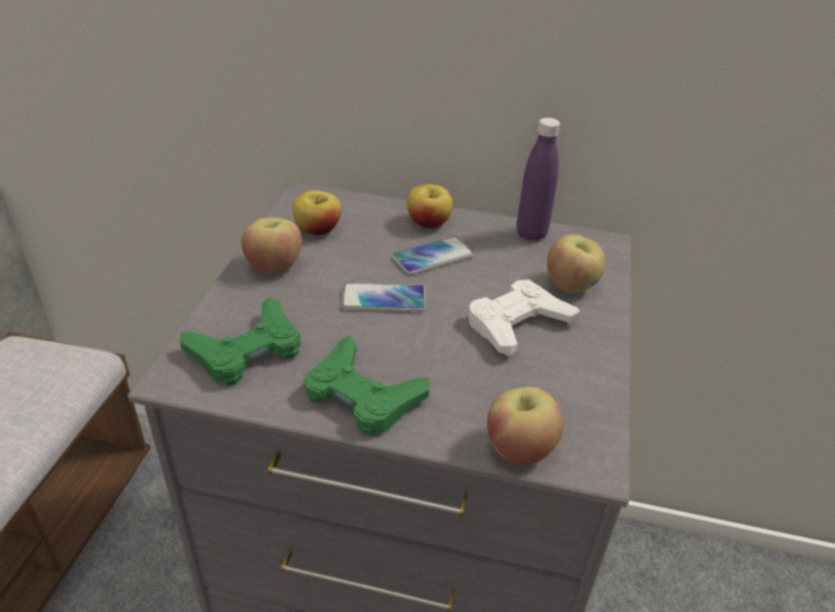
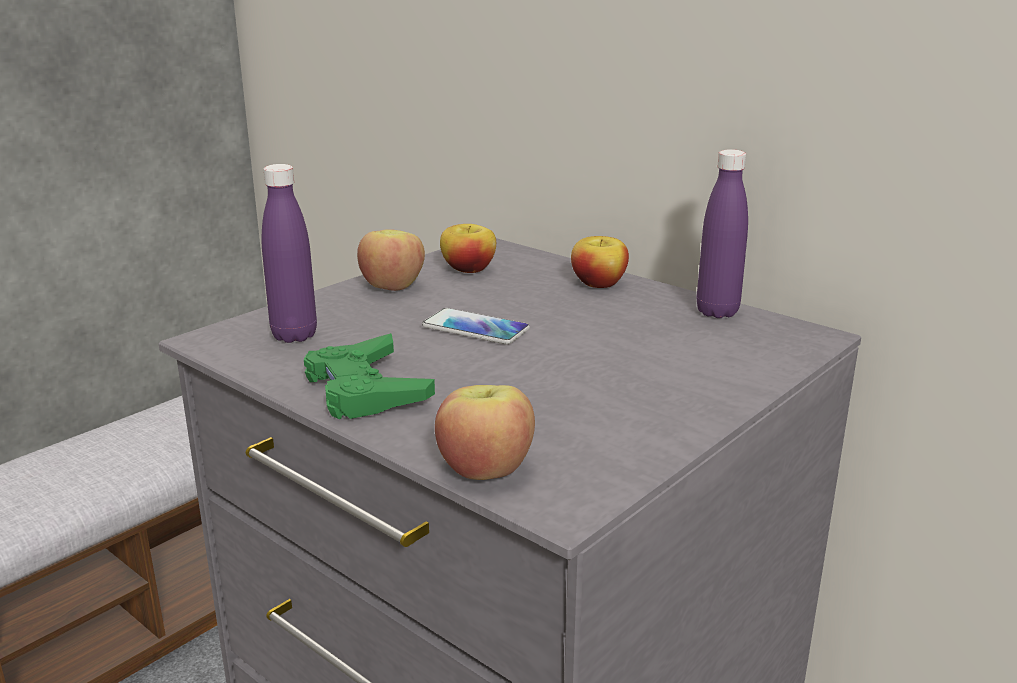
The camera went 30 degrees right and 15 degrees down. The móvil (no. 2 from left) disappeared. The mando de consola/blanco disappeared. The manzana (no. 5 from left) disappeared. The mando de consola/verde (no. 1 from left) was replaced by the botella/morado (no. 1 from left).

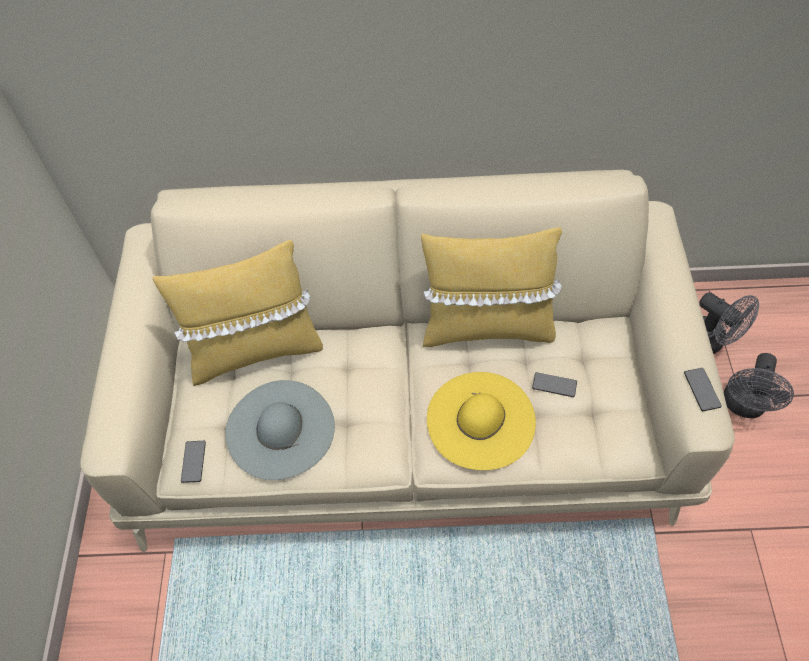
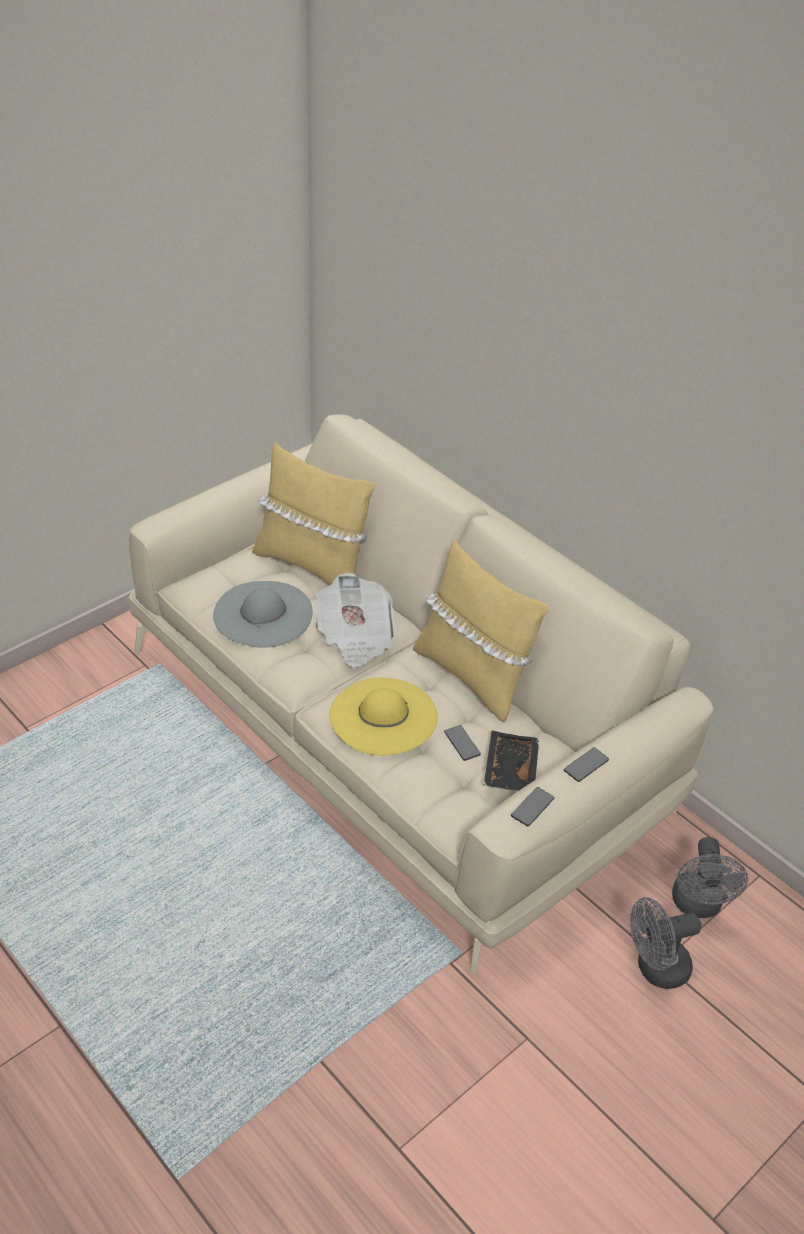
The camera went 45 degrees right and 15 degrees down. The periódico appeared. The bandeja/negro appeared. The móvil (no. 1 from left in the first image) moved.

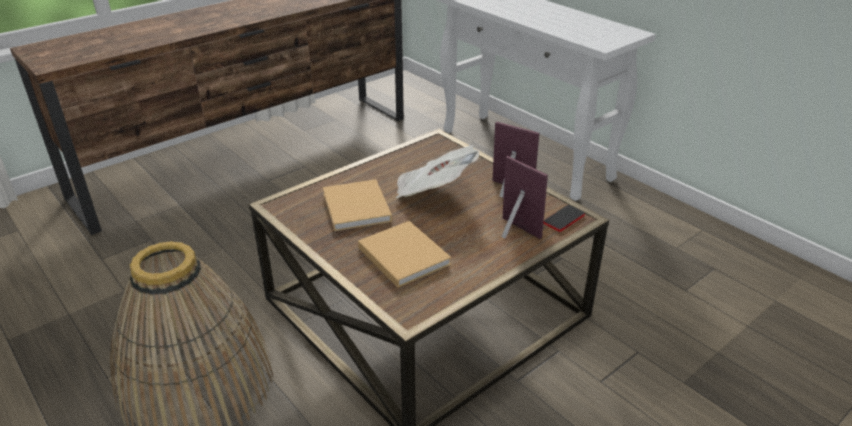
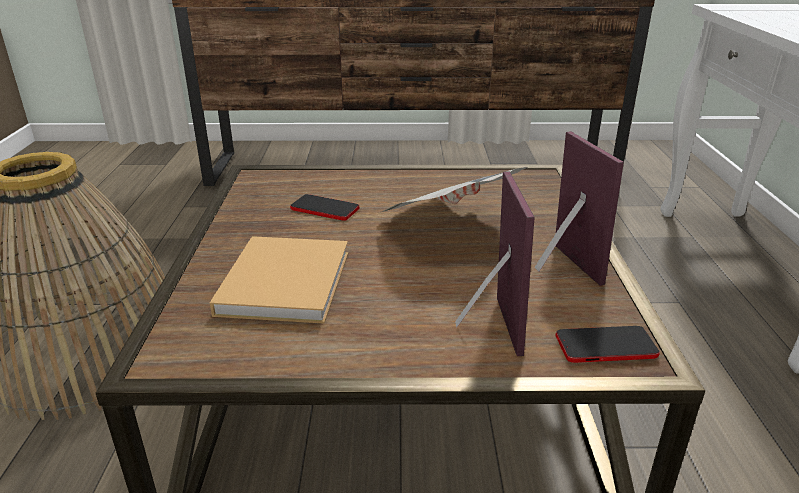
The camera went 40 degrees right and 5 degrees down. The libro/beis (no. 1 from left) was replaced by the móvil (no. 1 from left).

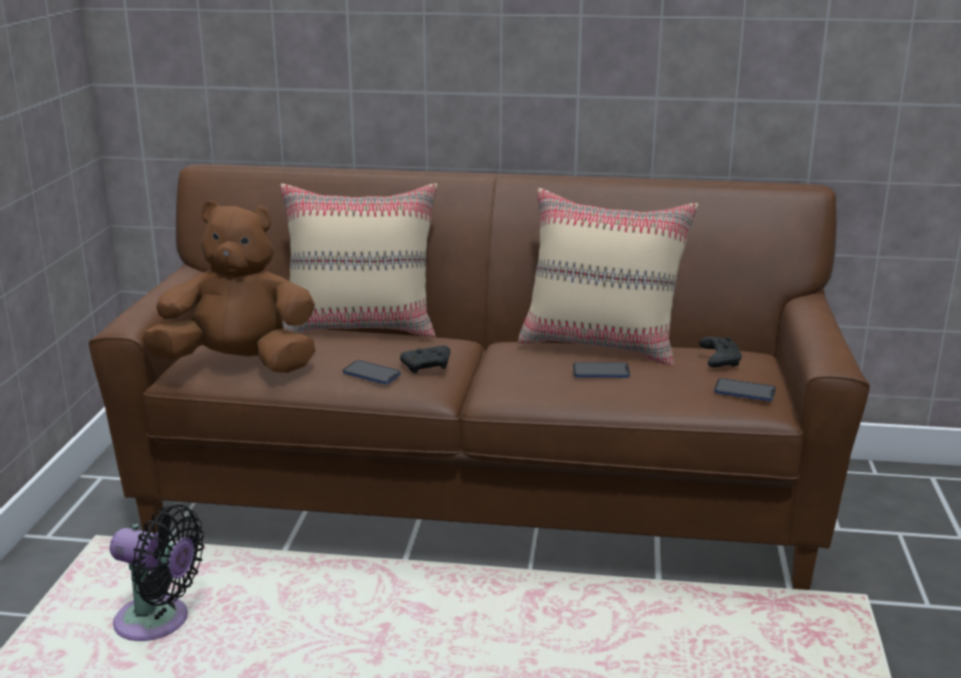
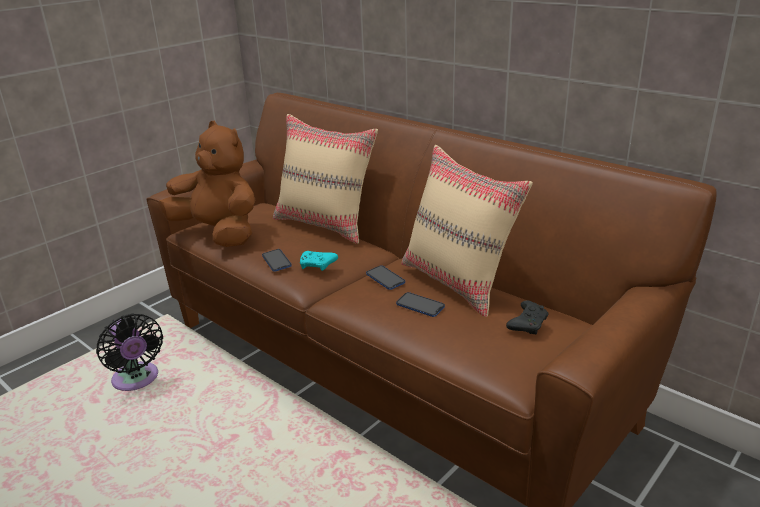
The camera went 35 degrees right and 5 degrees up. The móvil (no. 3 from left in the first image) moved. The mando de consola/negro (no. 1 from left) became the mando de consola/turquesa.

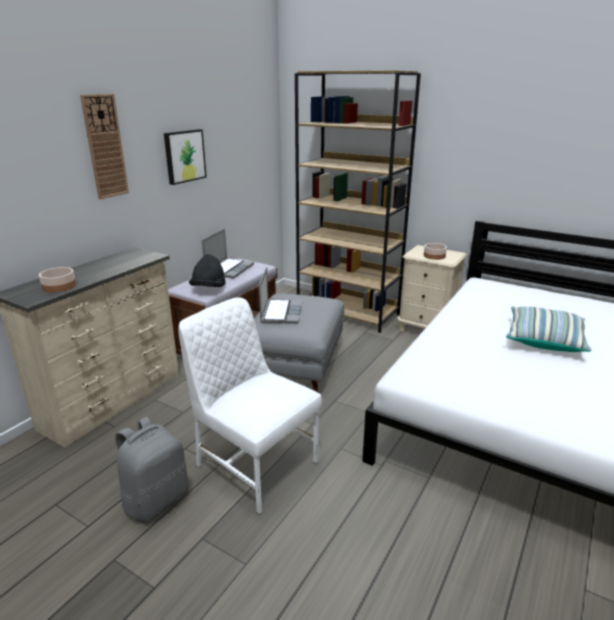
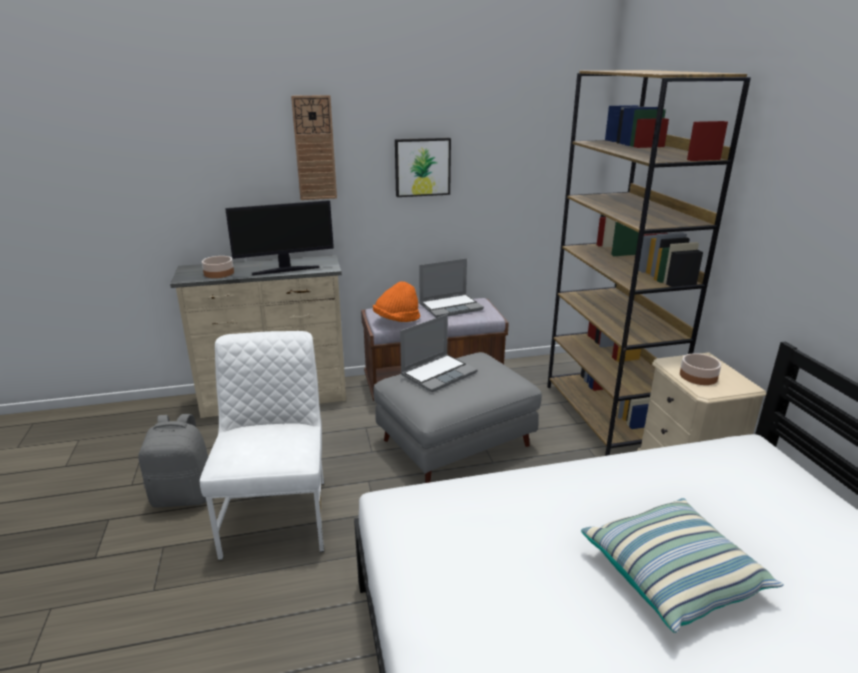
The camera went 45 degrees right and 0 degrees up. The monitor appeared. The sombrero/negro became the sombrero/naranja.

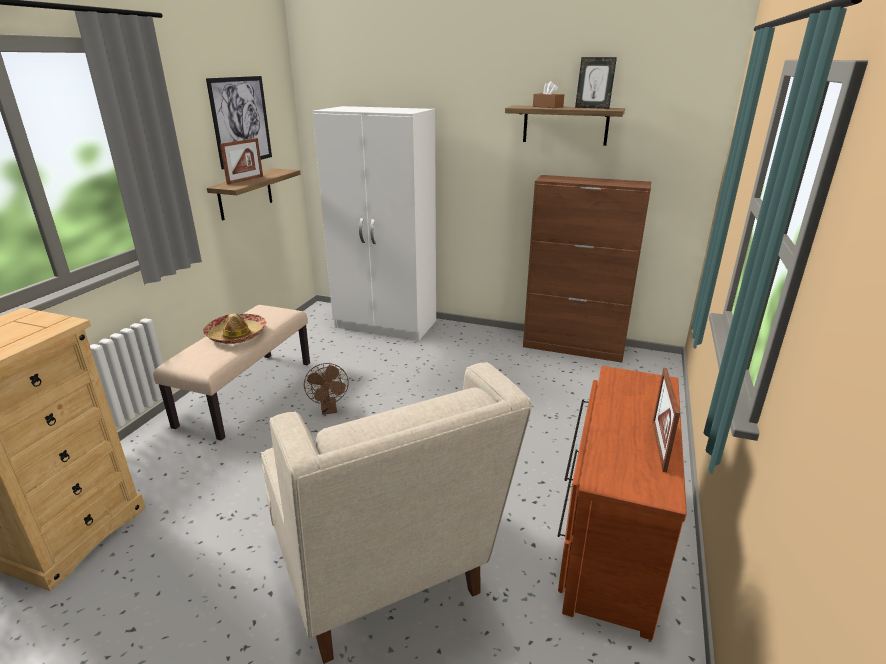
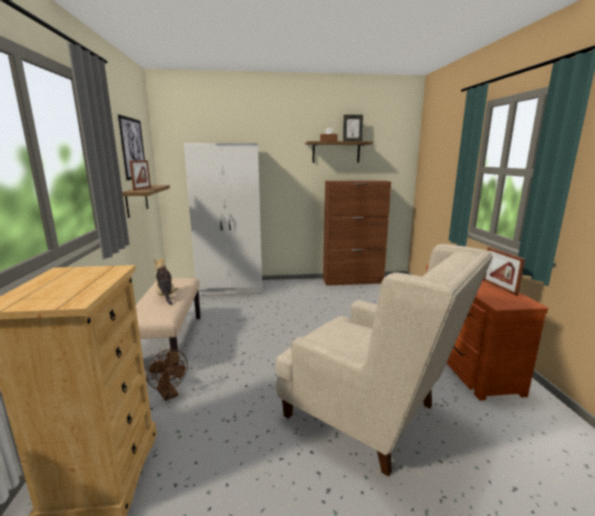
The camera went 25 degrees left and 10 degrees down. The ventilador/marrón moved. The sombrero was replaced by the peluche.

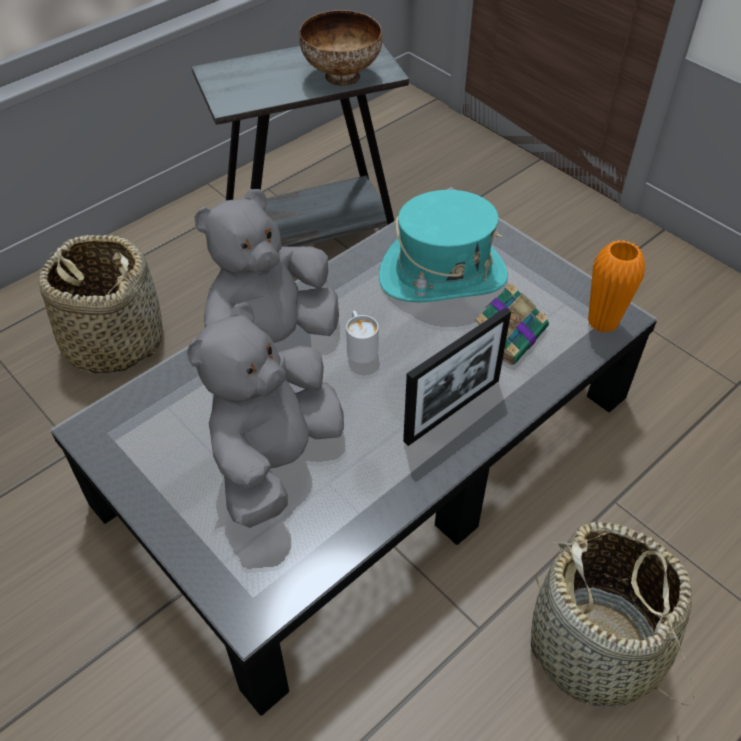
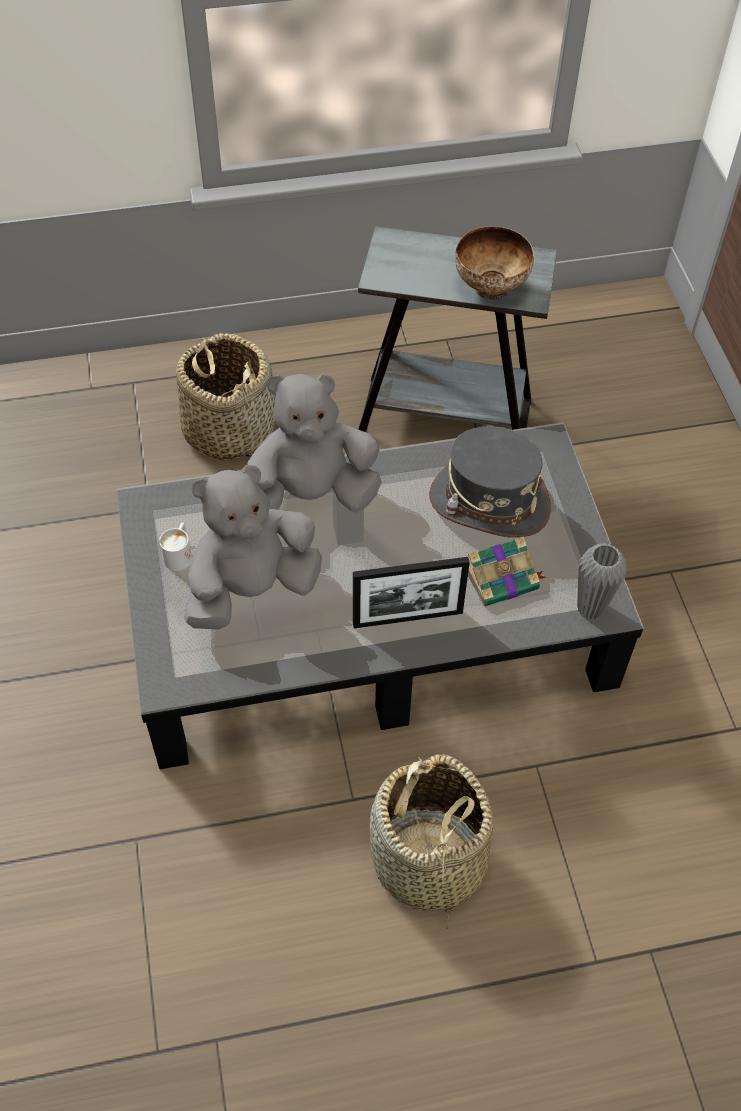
The camera went 30 degrees right and 5 degrees up. The taza grande/blanco moved. The sombrero/turquesa became the sombrero/gris. The florero/naranja became the florero/gris.

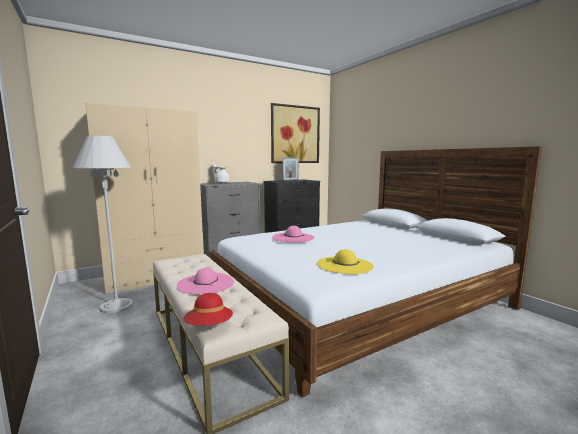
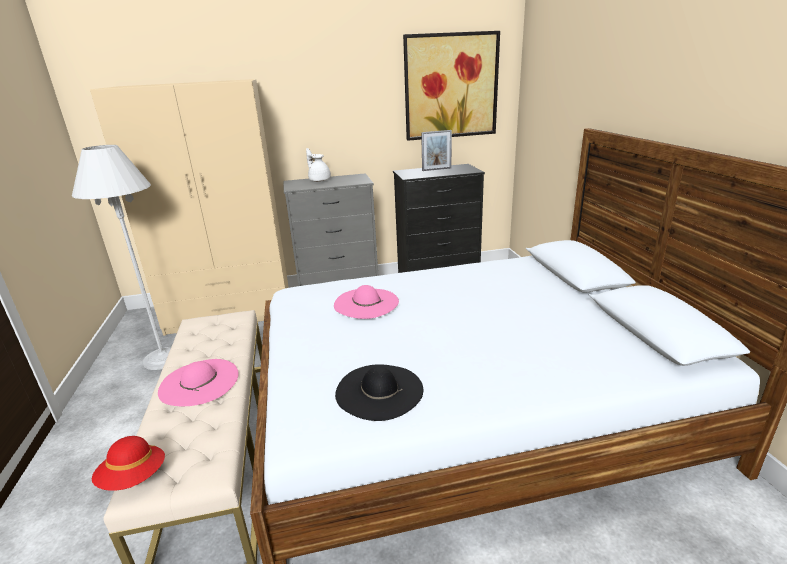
The camera went 20 degrees right and 15 degrees up. The sombrero/amarillo became the sombrero/negro.

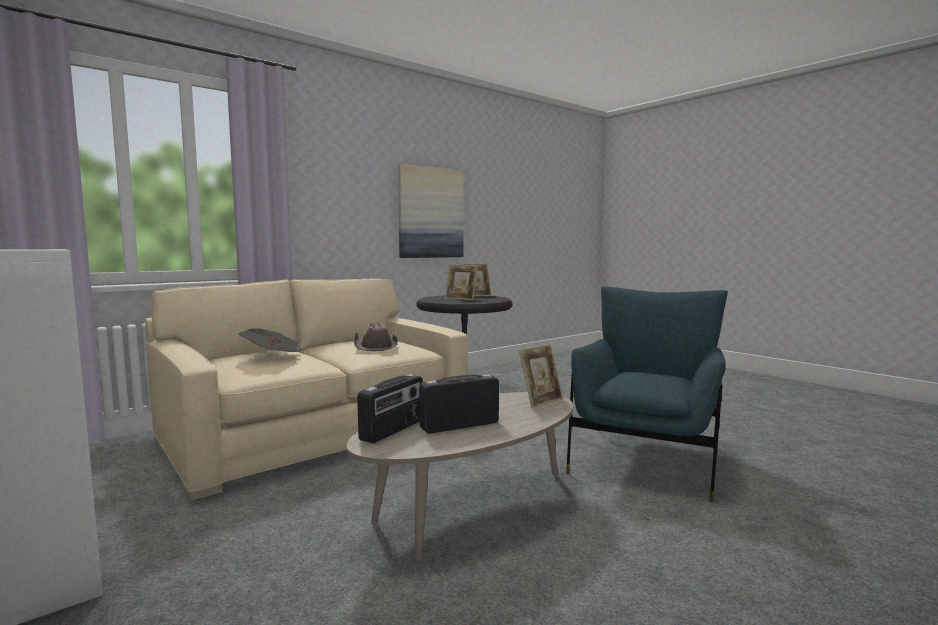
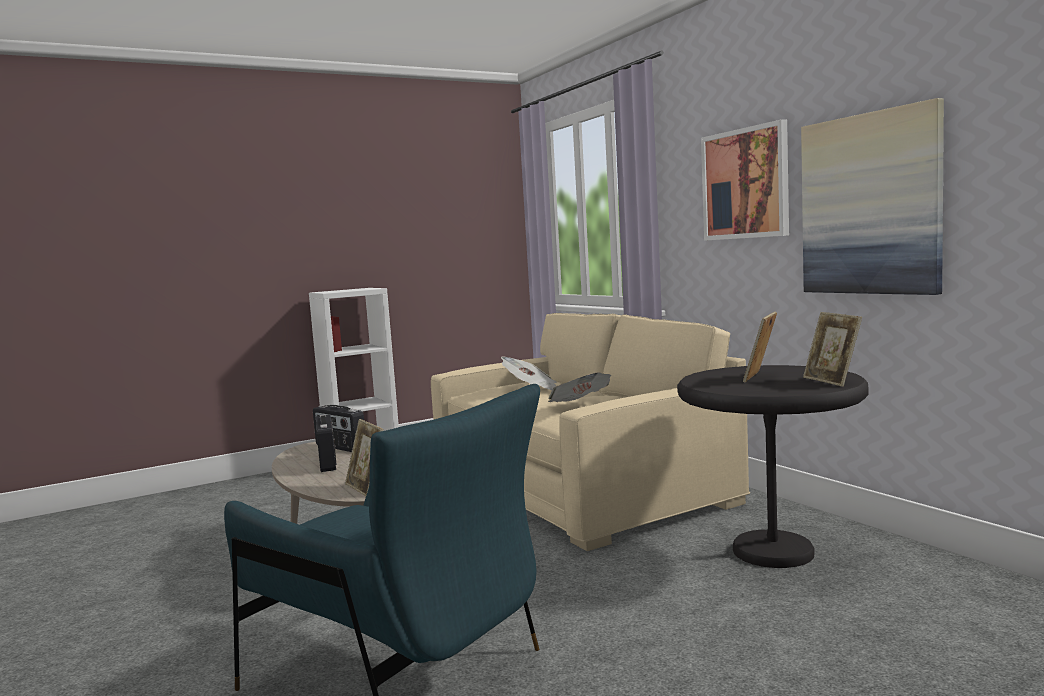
The camera went 100 degrees right and 0 degrees up. The cuadro (no. 1 from left) appeared. The sombrero/marrón was replaced by the periódico (no. 2 from left).

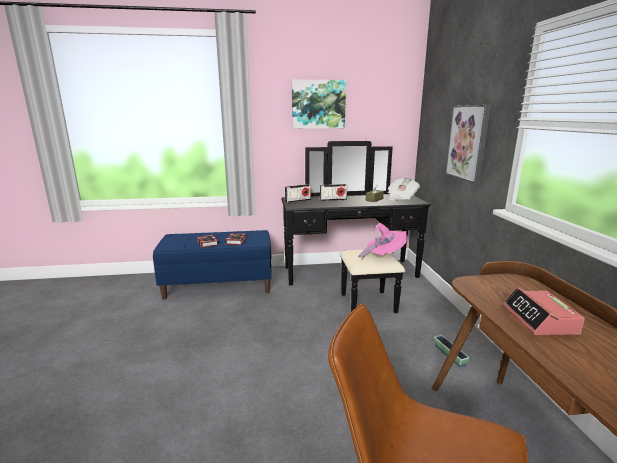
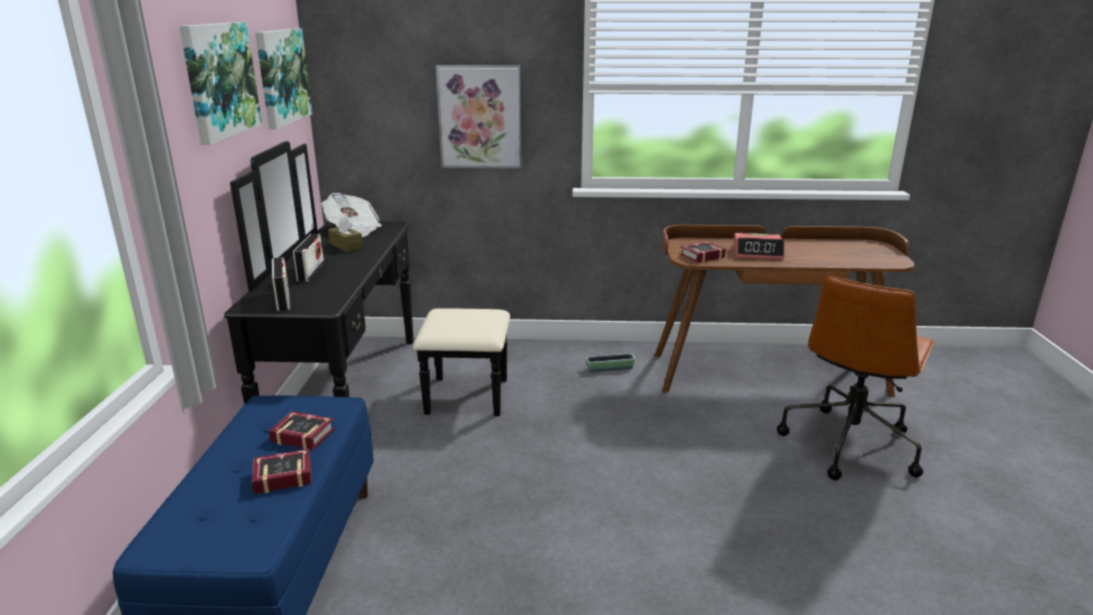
The camera went 80 degrees left and 5 degrees up. The sombrero/rosa disappeared. The cuadro (no. 2 from left) appeared. The libro (no. 3 from left) appeared.

